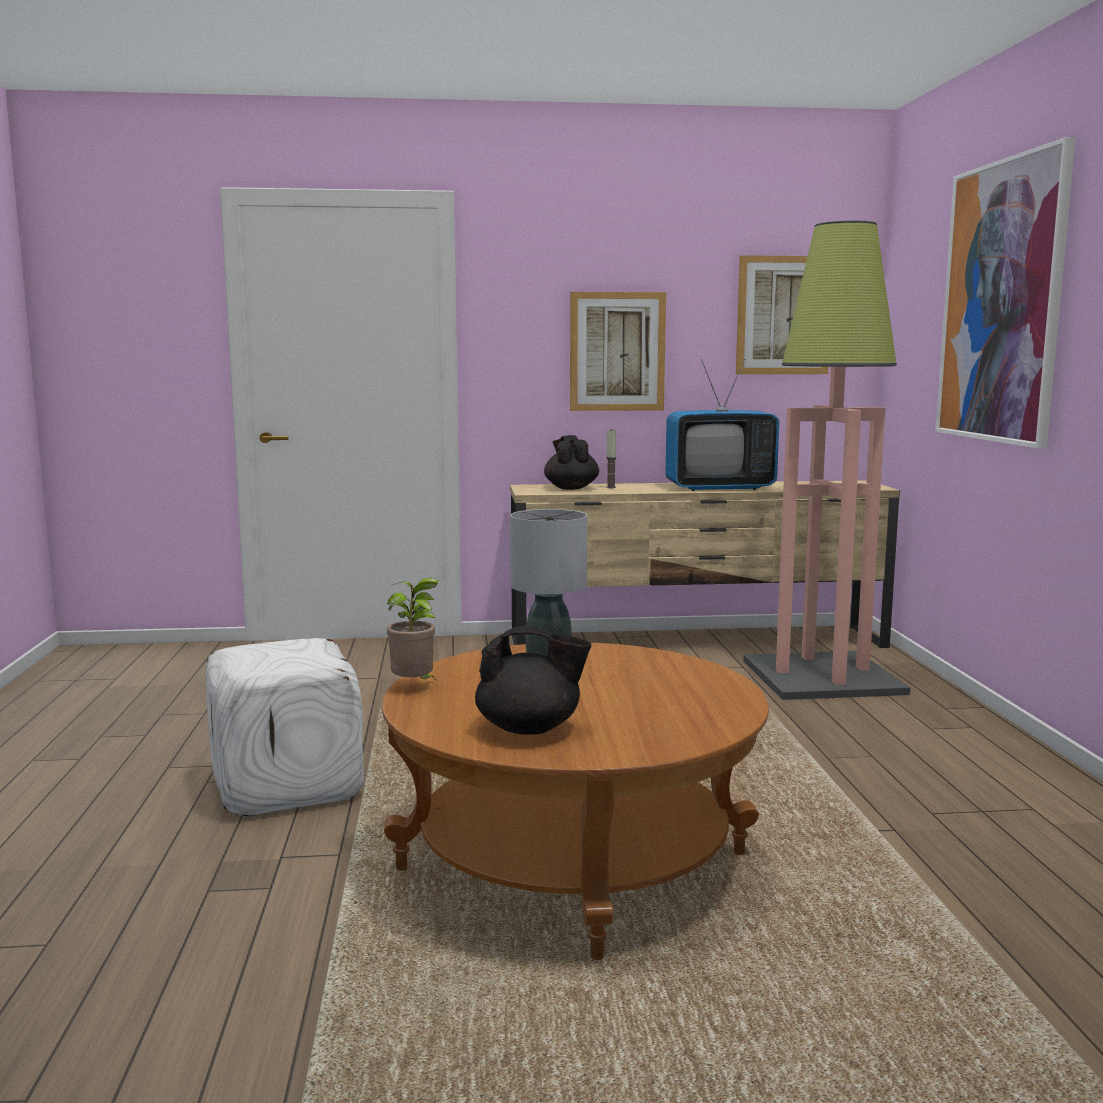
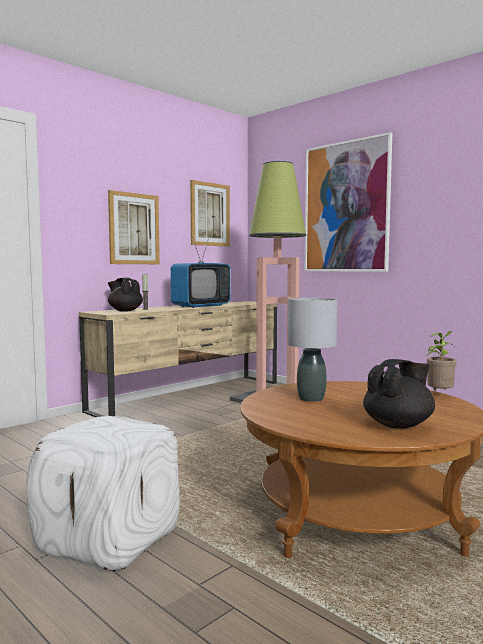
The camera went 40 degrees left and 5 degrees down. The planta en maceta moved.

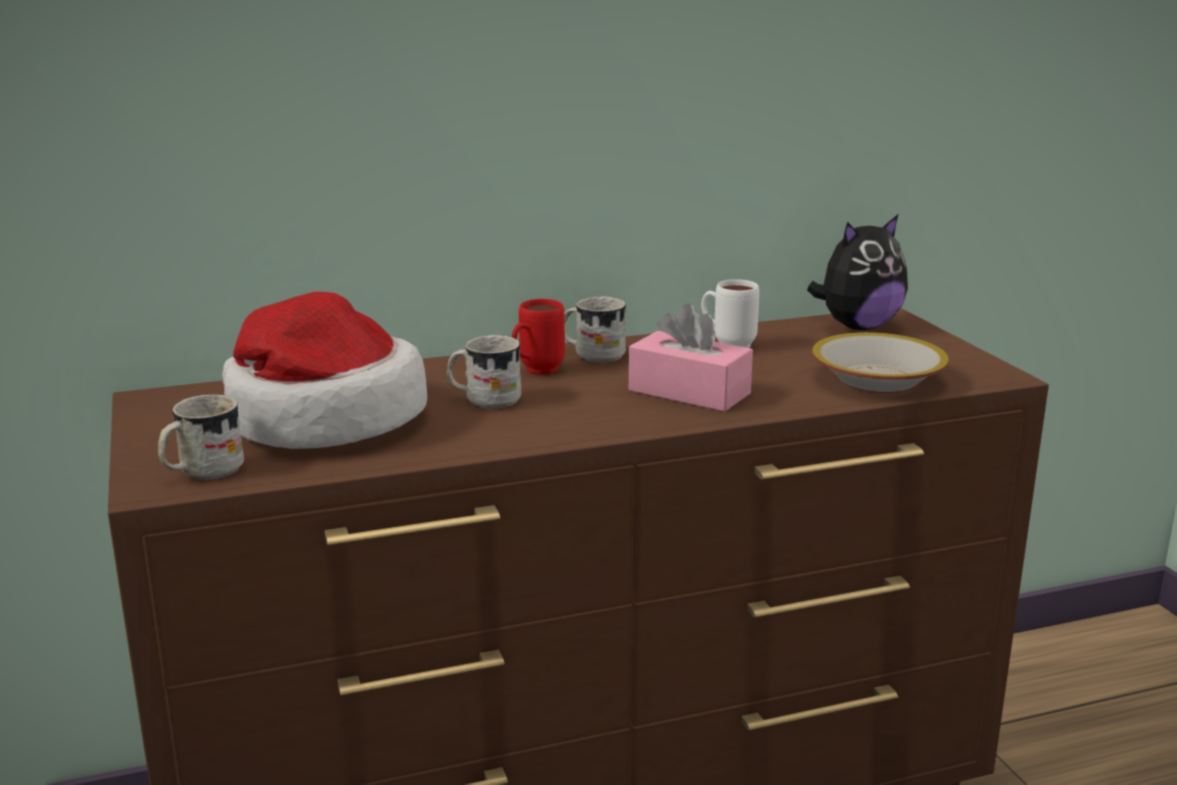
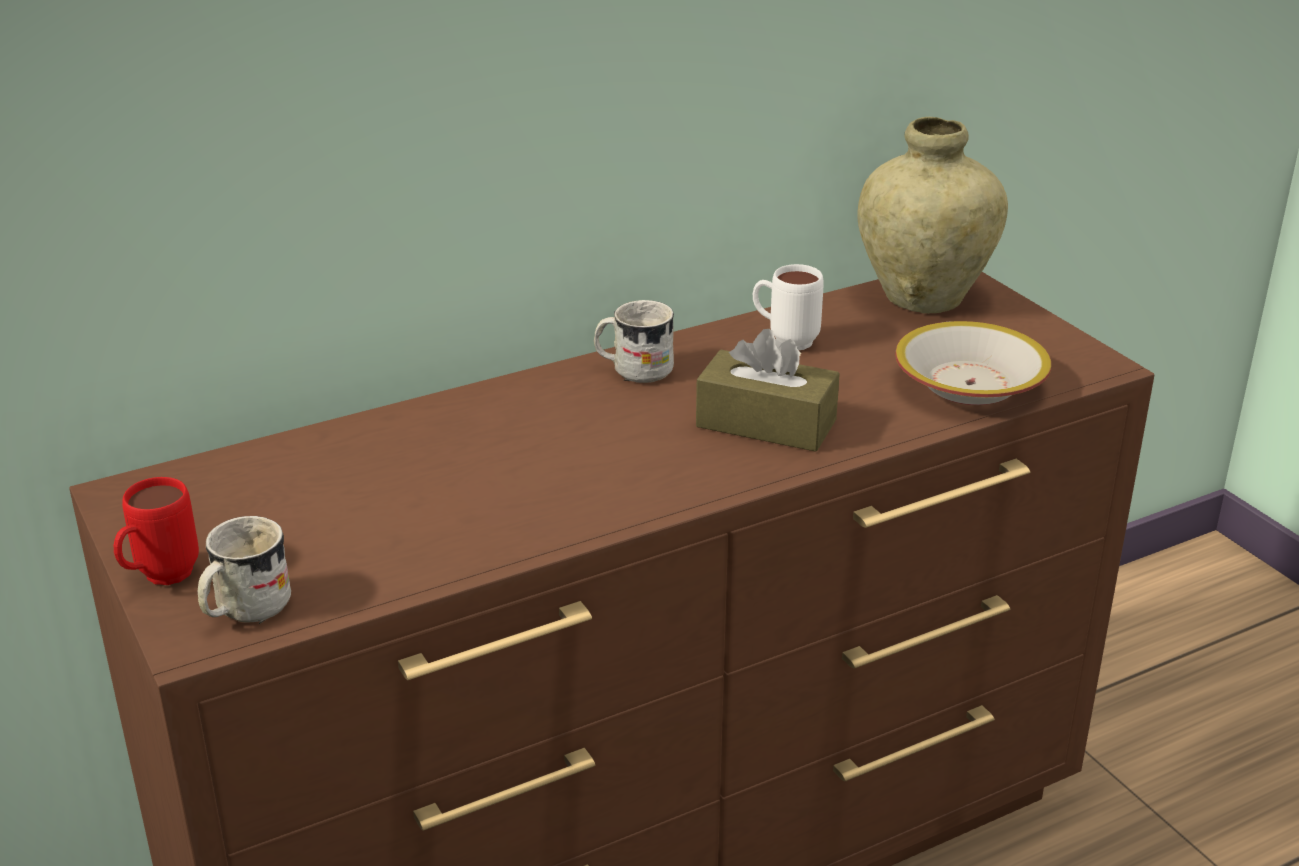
The camera went 10 degrees left and 10 degrees up. The sombrero disappeared. The taza grande/blanco (no. 2 from left) disappeared. The taza grande/rojo moved. The peluche was replaced by the florero/beis. The caja de pañuelos/rosa became the caja de pañuelos/marrón.

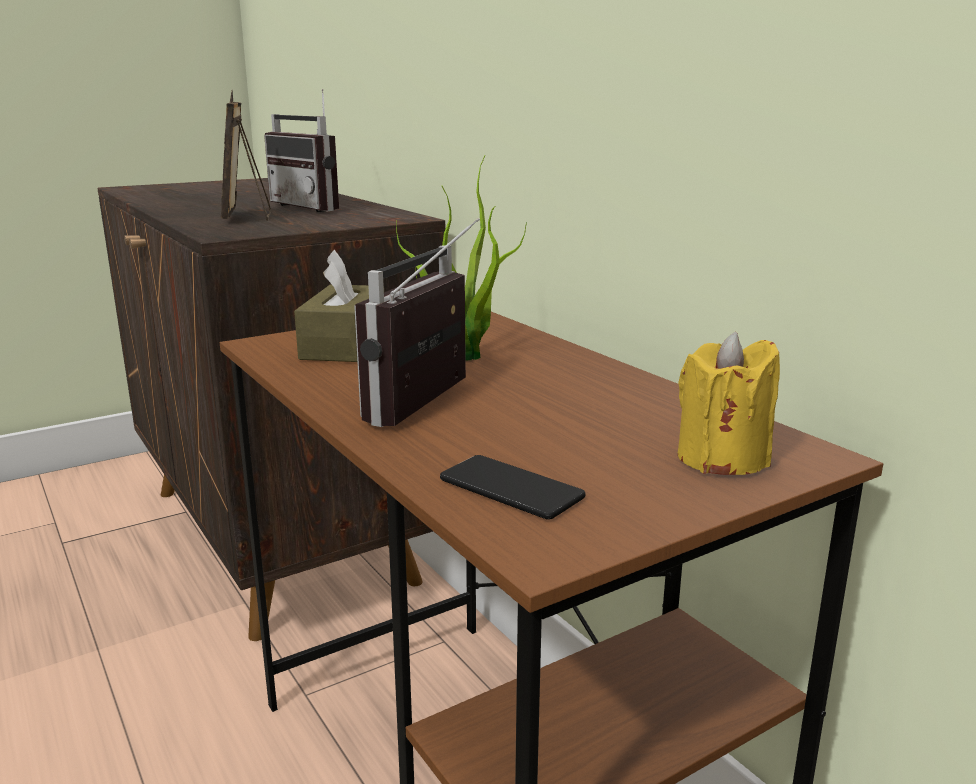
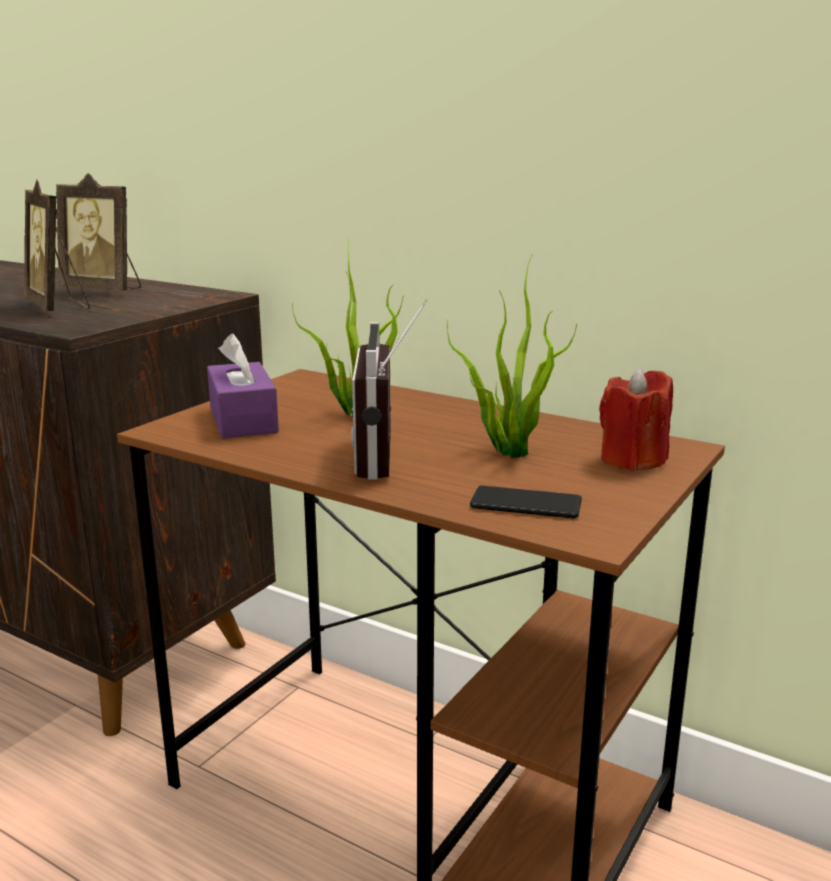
The camera went 25 degrees left and 0 degrees up. The planta en maceta (no. 2 from left) appeared. The radio (no. 1 from left) was replaced by the portarretratos (no. 2 from left). The caja de pañuelos/marrón became the caja de pañuelos/morado. The vela/amarillo became the vela/rojo.

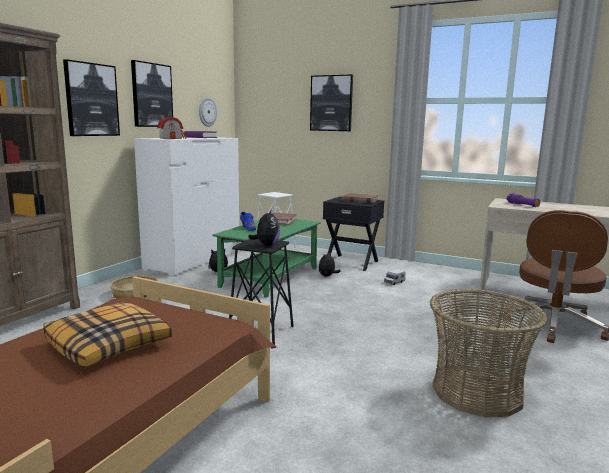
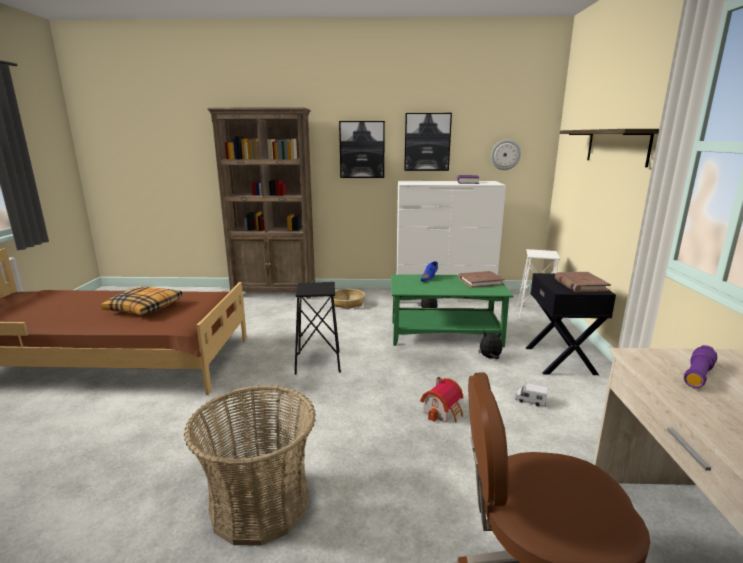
The camera went 65 degrees right and 5 degrees up. The peluche (no. 2 from left) disappeared. The casita moved. The cuadro (no. 3 from left) was replaced by the estante.

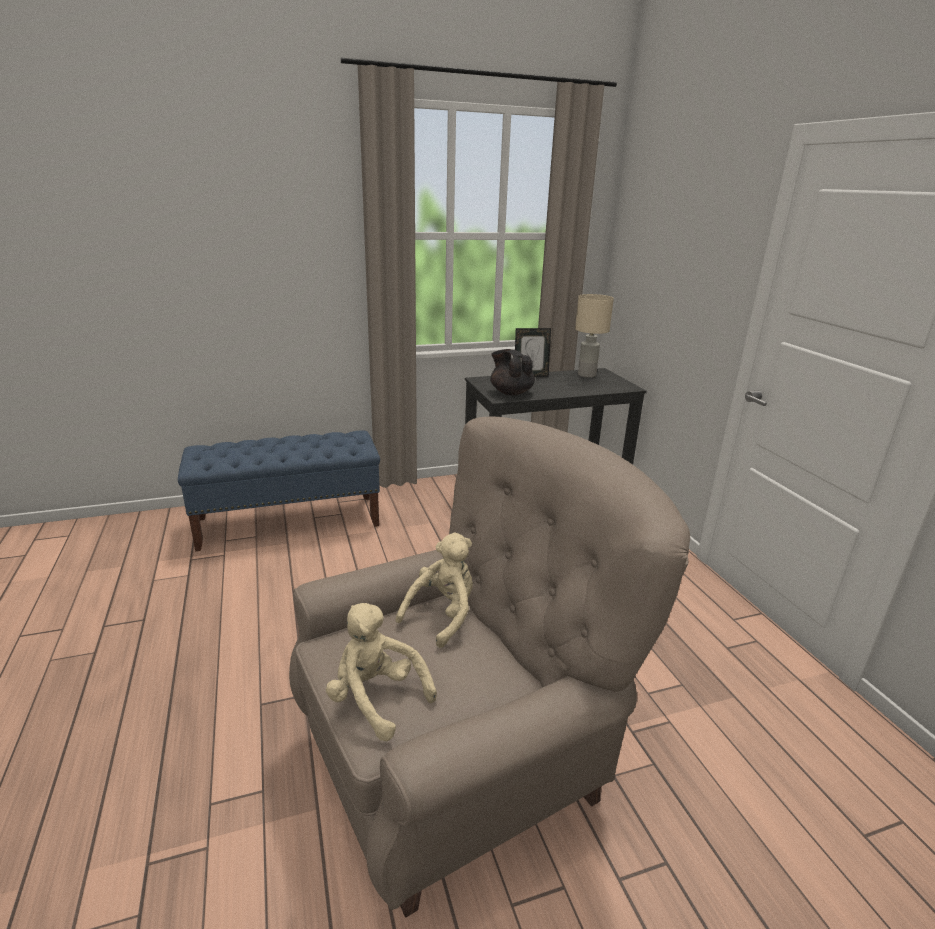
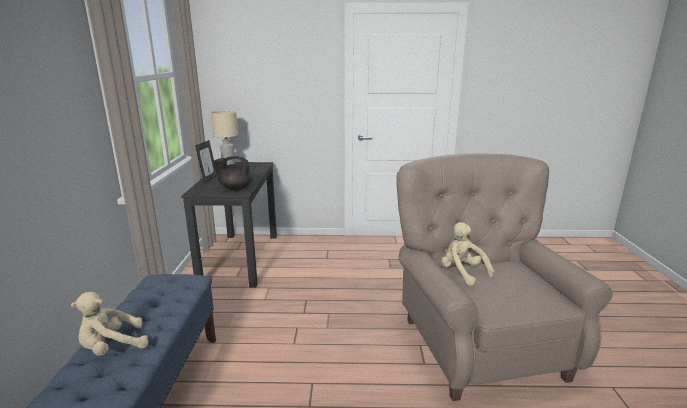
The camera went 70 degrees left and 5 degrees down. The peluche/beis (no. 1 from left) moved.

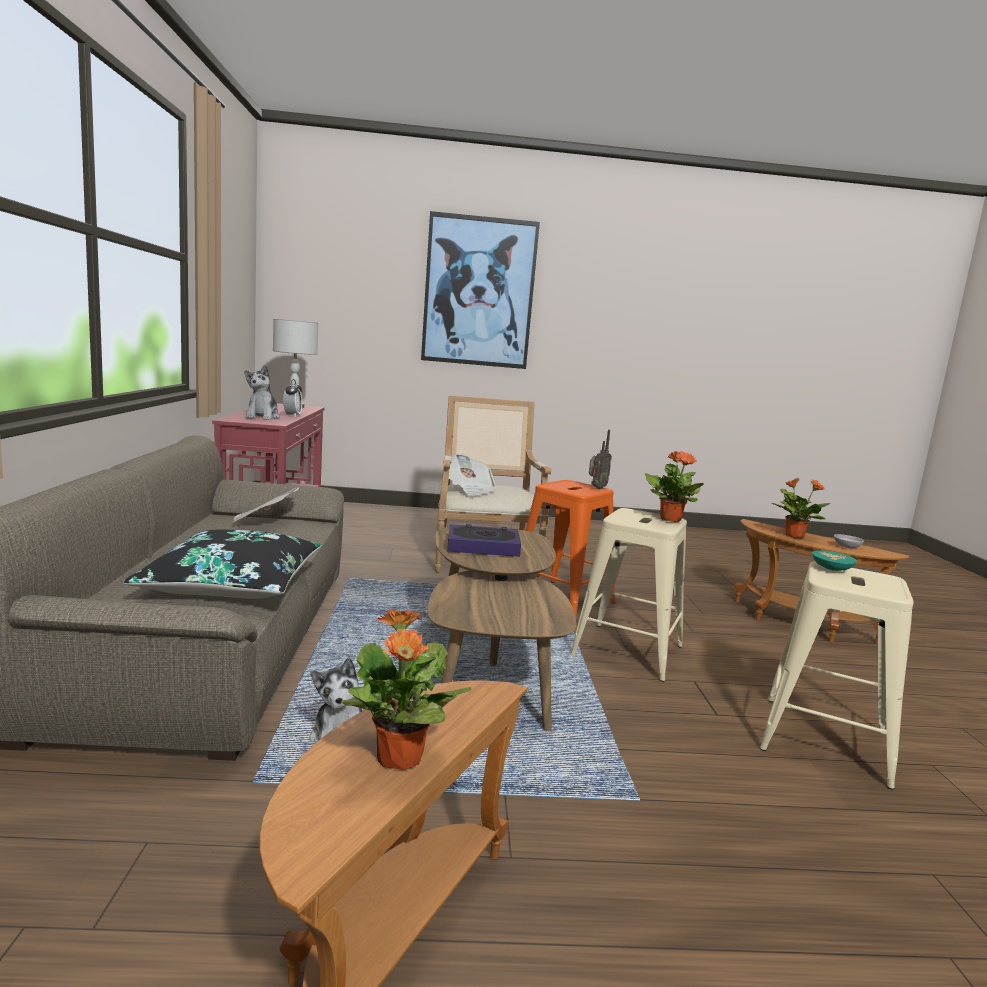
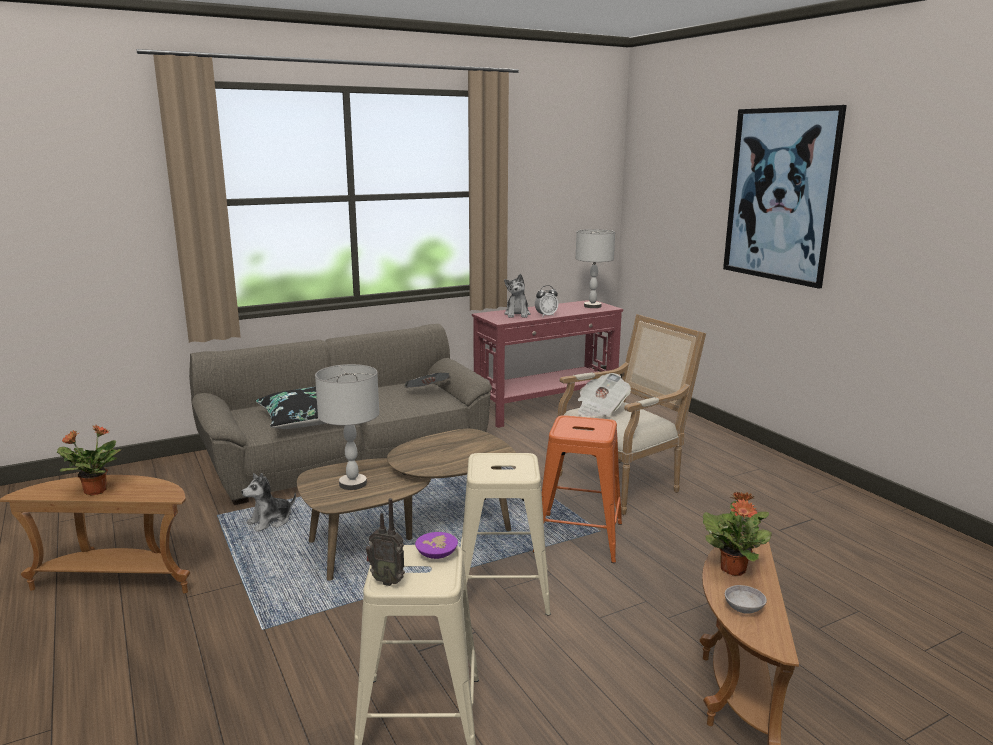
The camera went 65 degrees right and 5 degrees up. The libro disappeared. The planta en maceta (no. 2 from left) disappeared. The lámpara de mesa/gris (no. 1 from left) appeared. The radio moved. The cuenco/turquesa became the cuenco/morado. The peluche (no. 1 from left in the first image) turned 60 degrees counterclockwise.

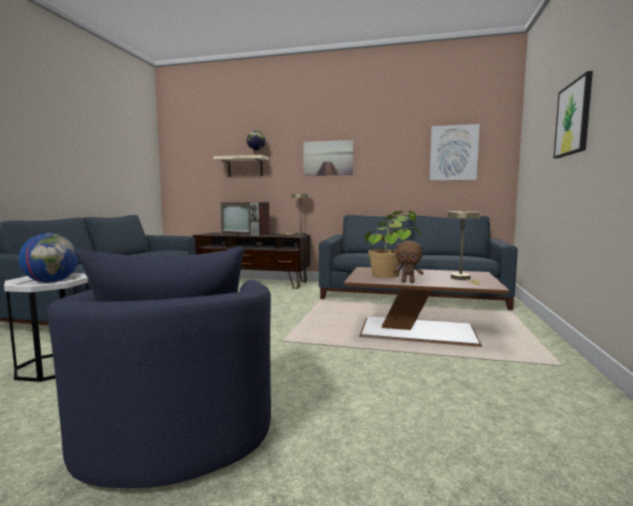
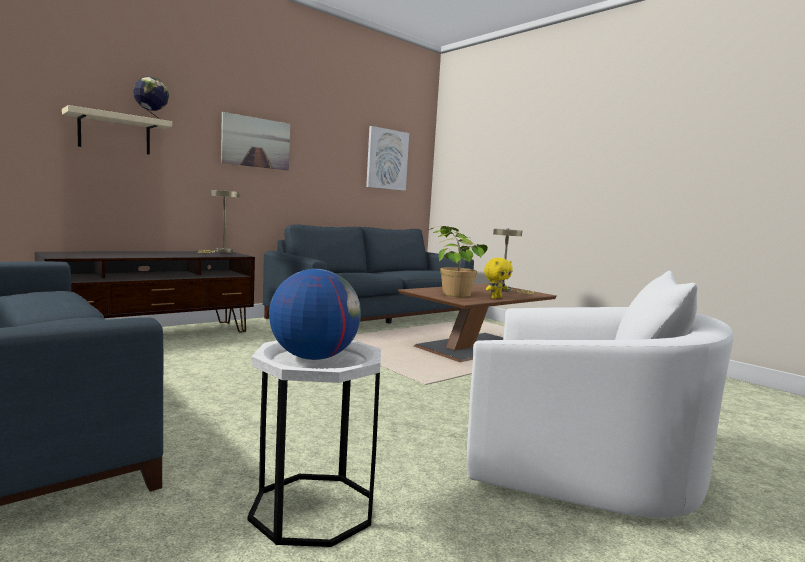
The camera went 55 degrees left and 0 degrees up. The televisor disappeared. The cuadro (no. 3 from left) disappeared. The sillón/azul became the sillón/blanco. The peluche/marrón became the peluche/amarillo.

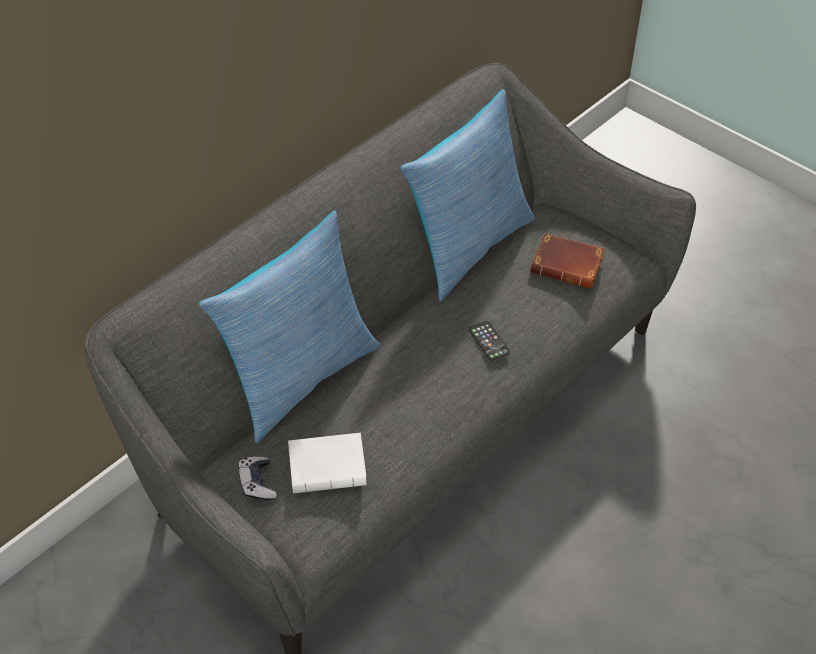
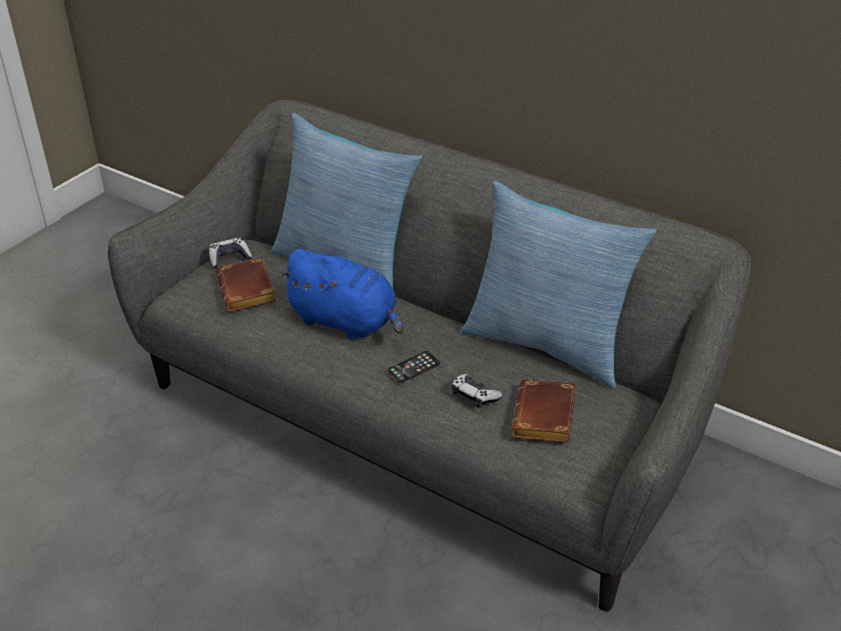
The camera went 80 degrees right and 10 degrees down. The peluche/azul appeared. The mando de consola (no. 2 from left) appeared. The libro/blanco became the libro/marrón (no. 1 from left).

